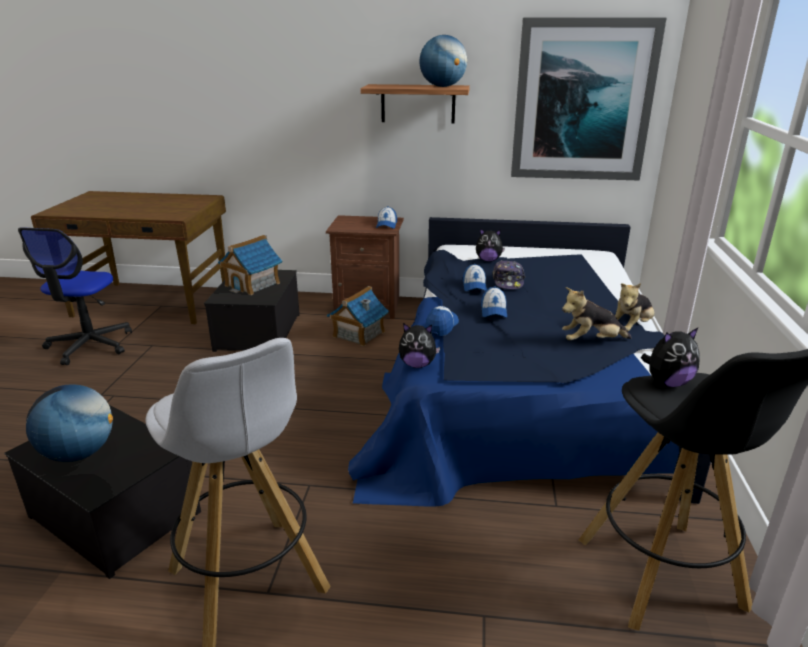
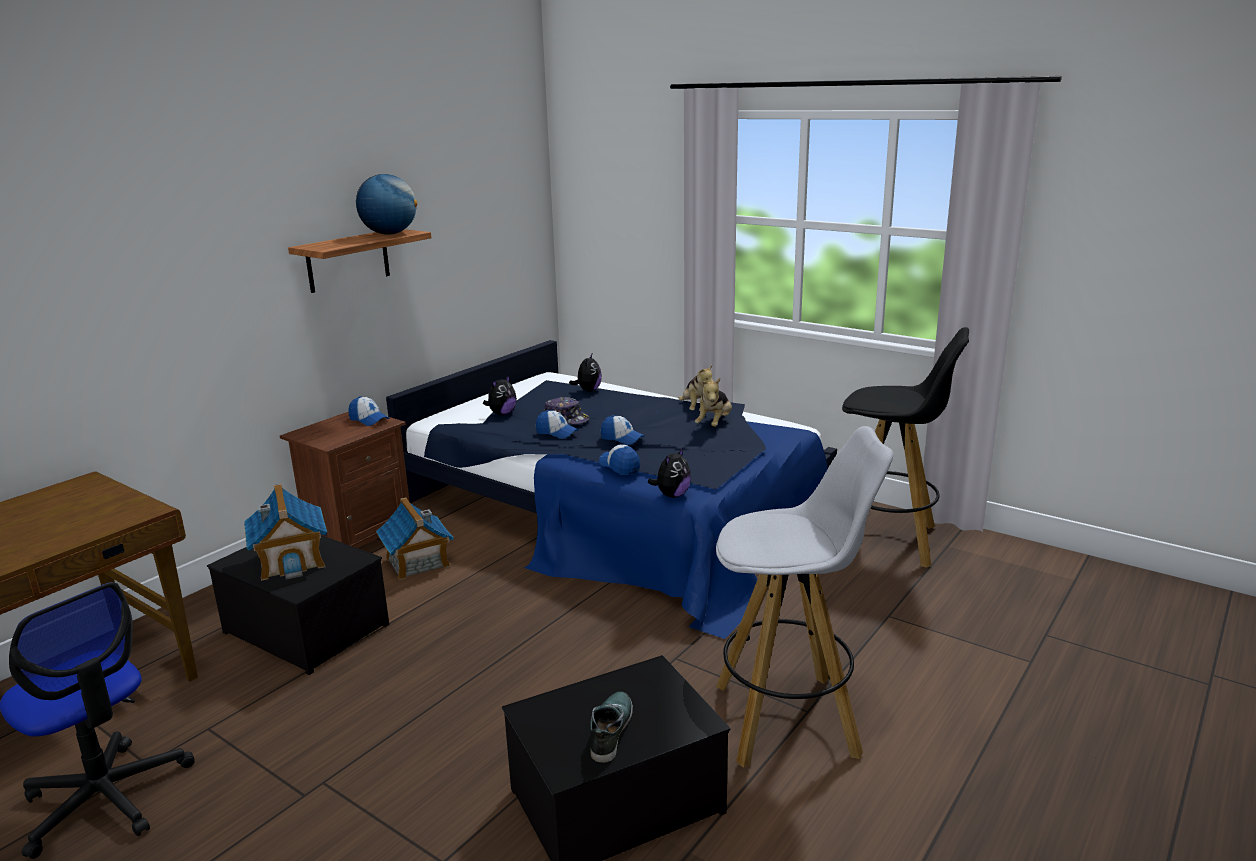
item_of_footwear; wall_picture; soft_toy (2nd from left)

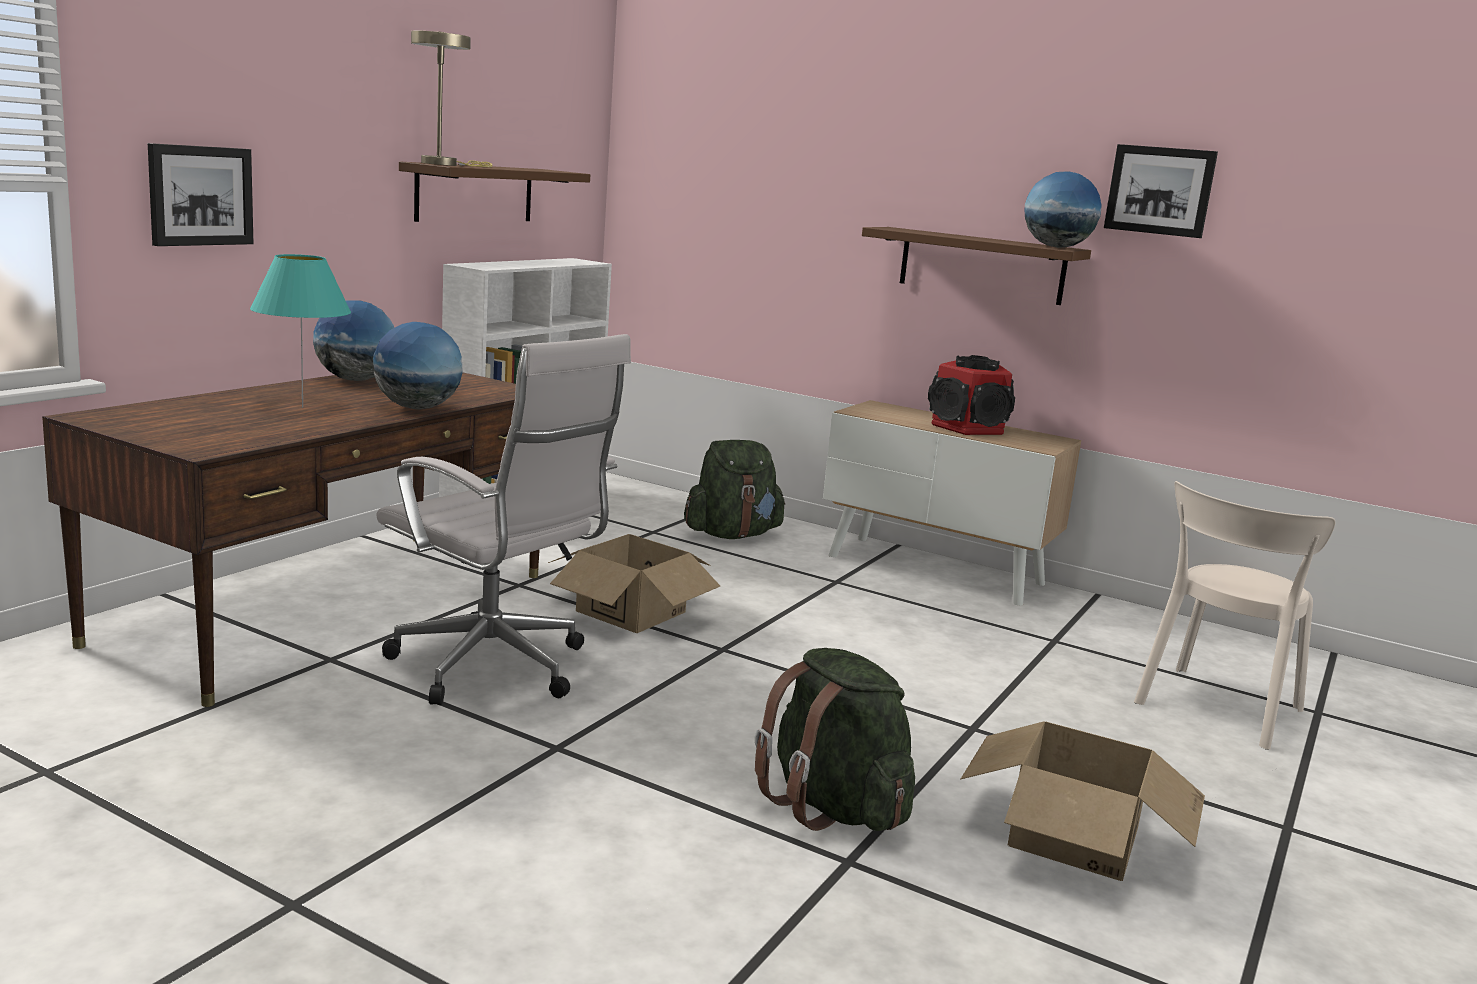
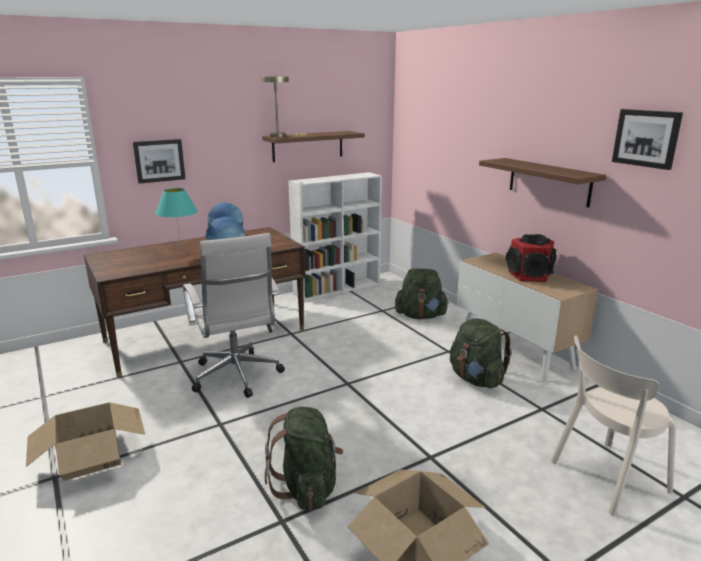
cardboard_box (1st from left); desk_globe (3rd from left in the first image); green_rucksack (3rd from left)

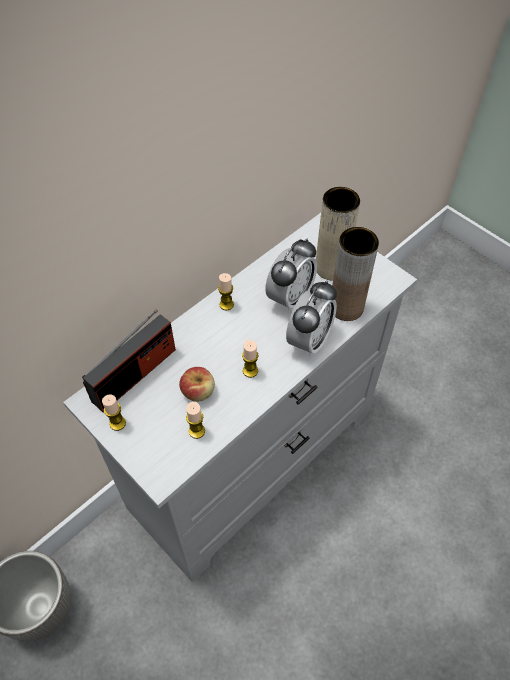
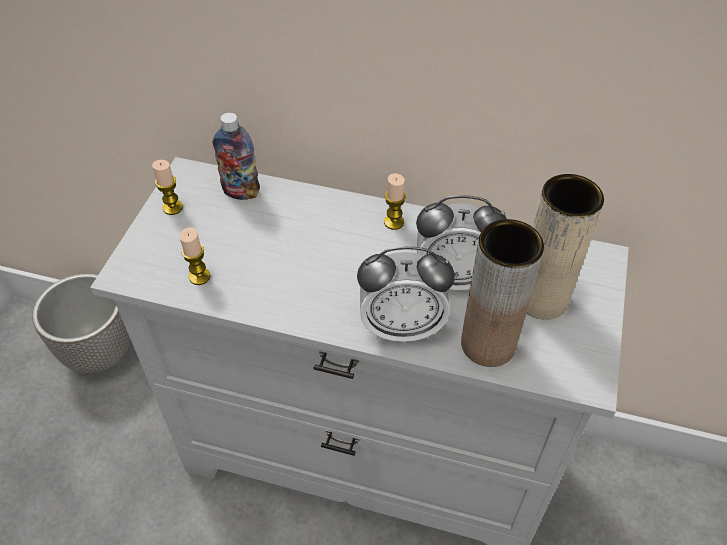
drink_bottle; apple_fruit; candle (4th from left in the first image)

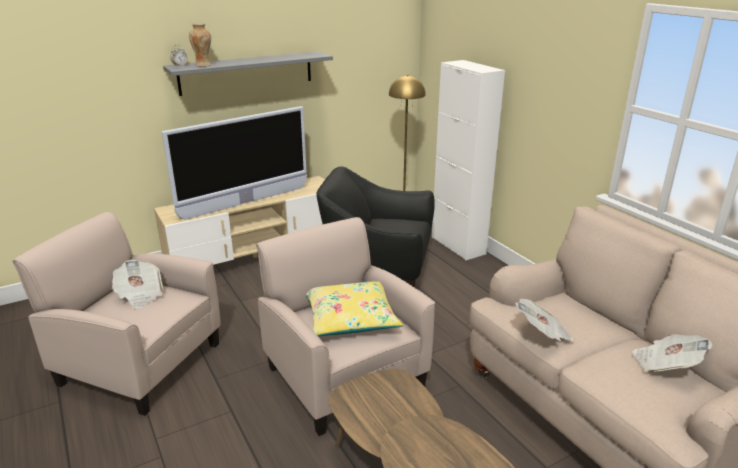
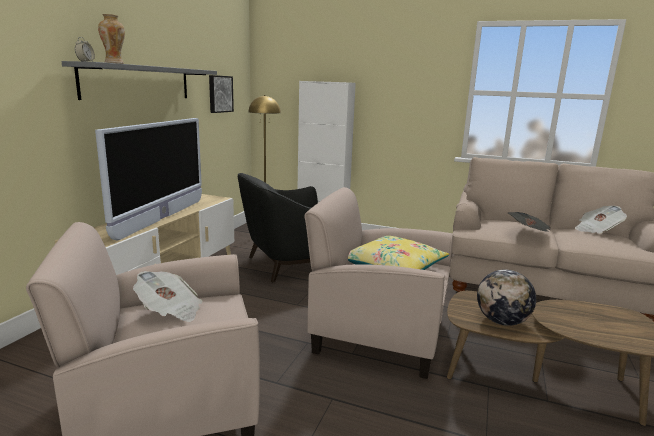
wall_picture; desk_globe

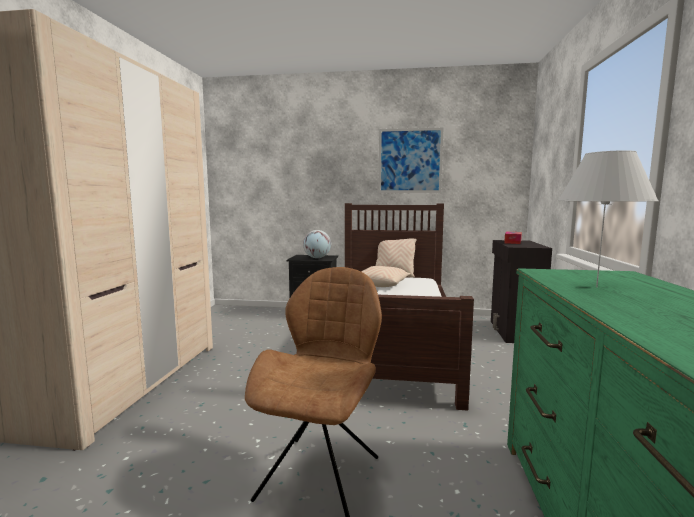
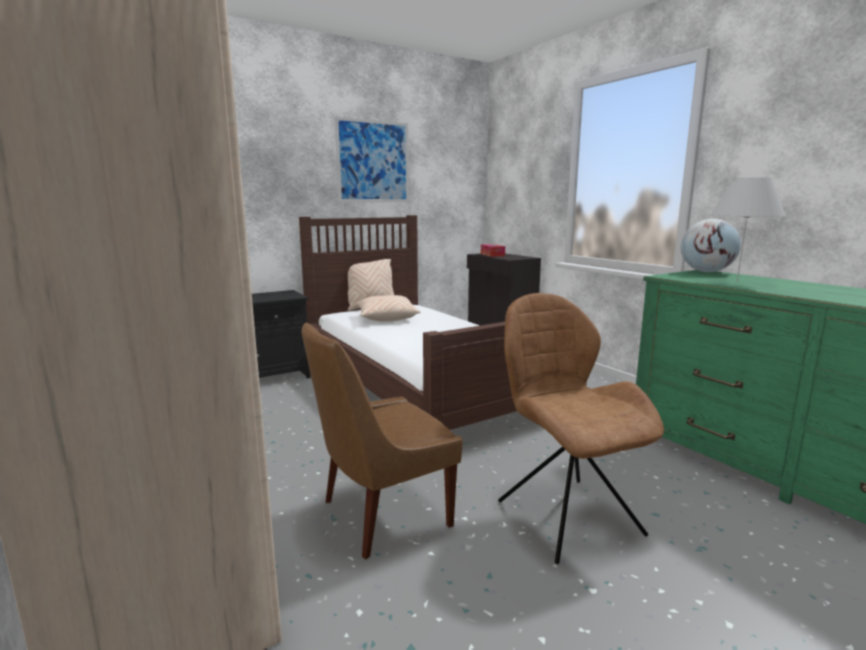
desk_globe; brown-coloured_chair (1st from left)

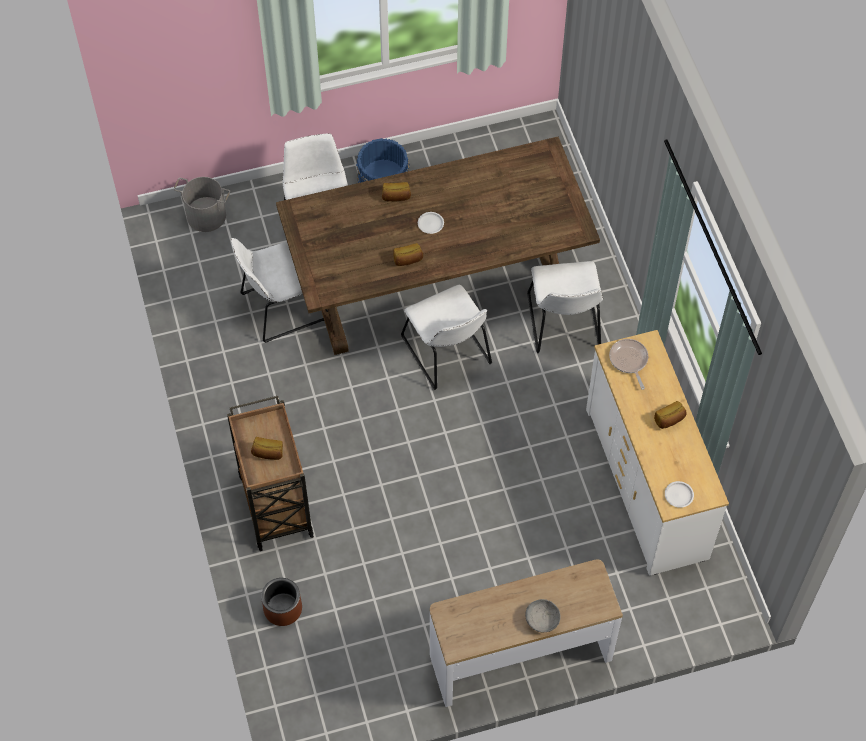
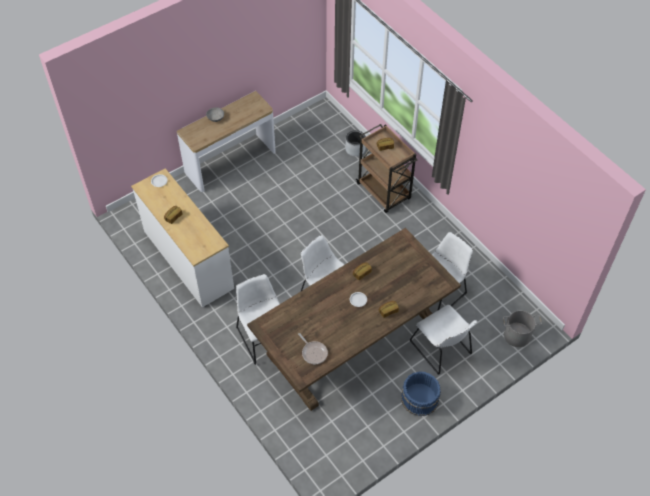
greyish_planter; pan

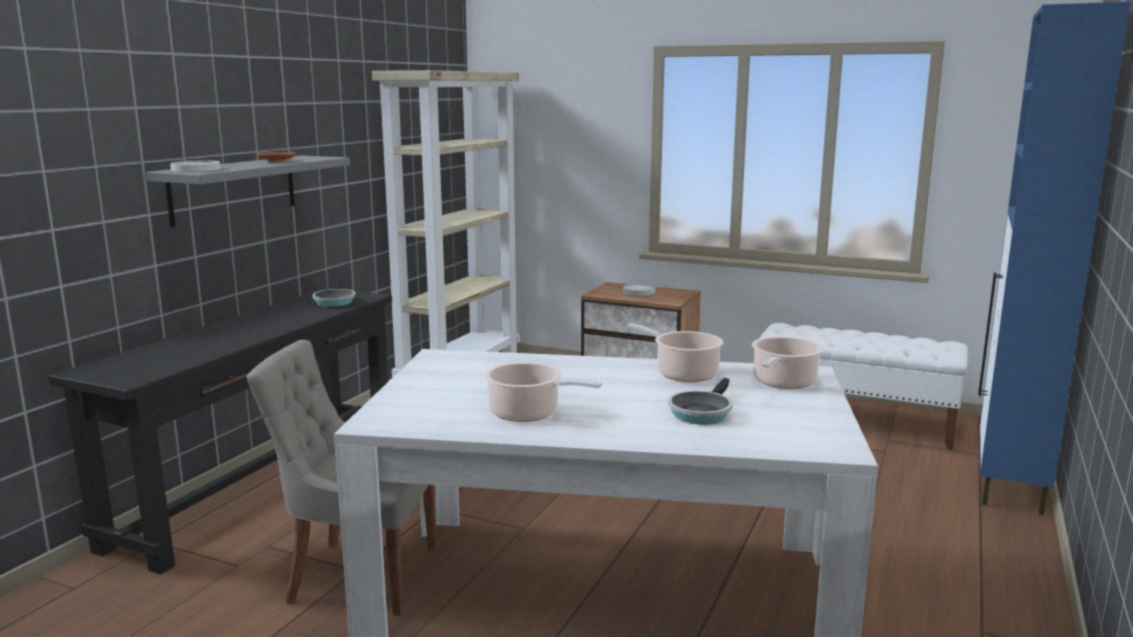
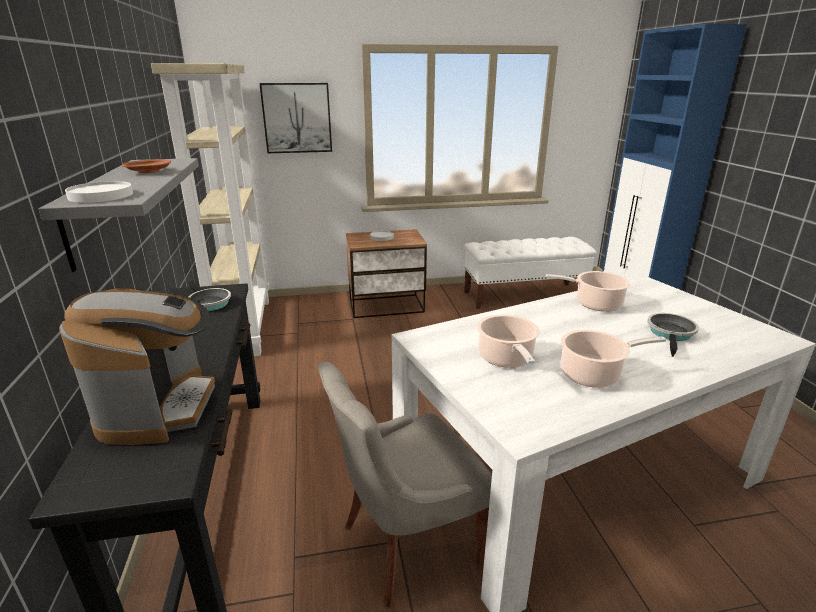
pan (2nd from left); stockpot (1st from left); coffee_machine; wall_picture

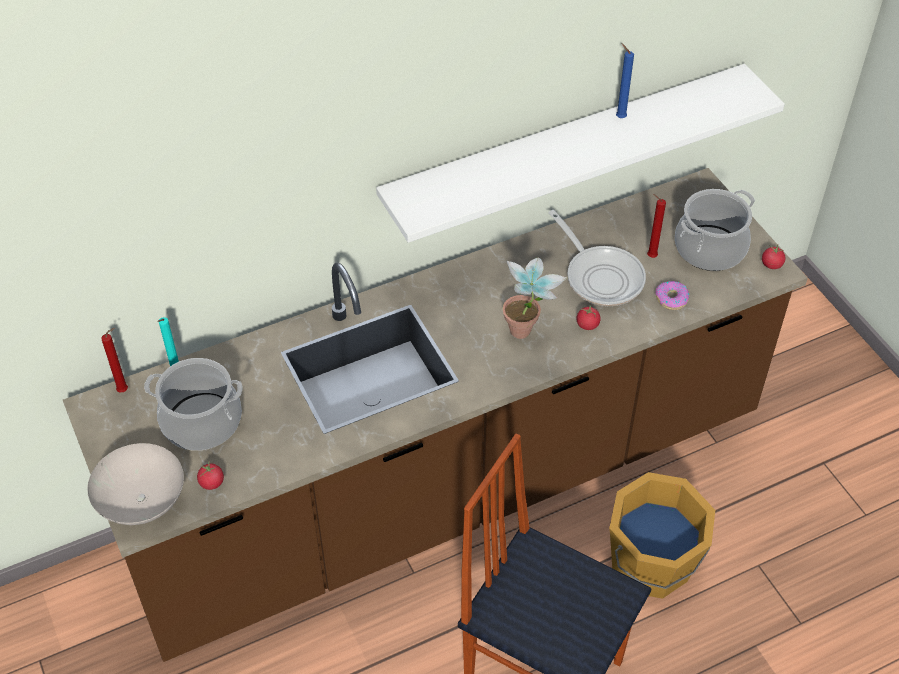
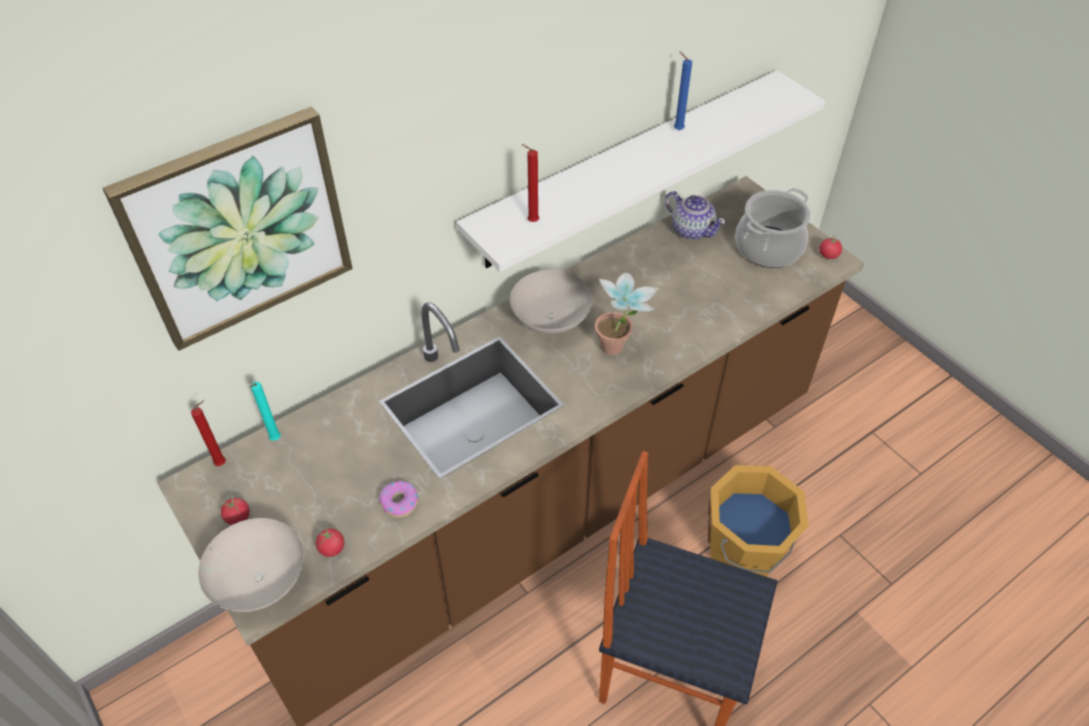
stockpot (1st from left in the first image); pan; tomato (1st from left); red-coloured_candle (2nd from left); doughnut; wall_picture; whitish_deep_dish (2nd from left); pot_for_tea

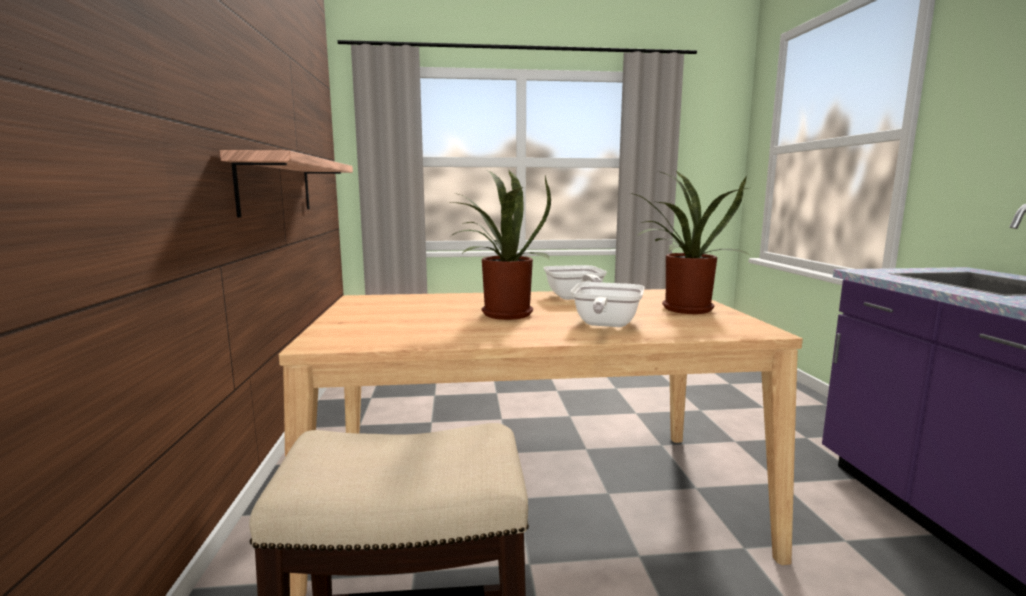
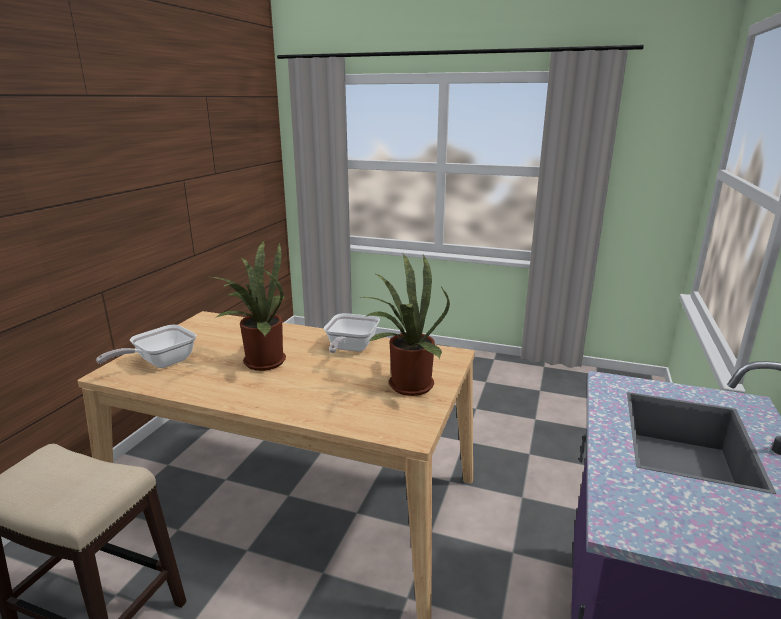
shelf; pan (1st from left)

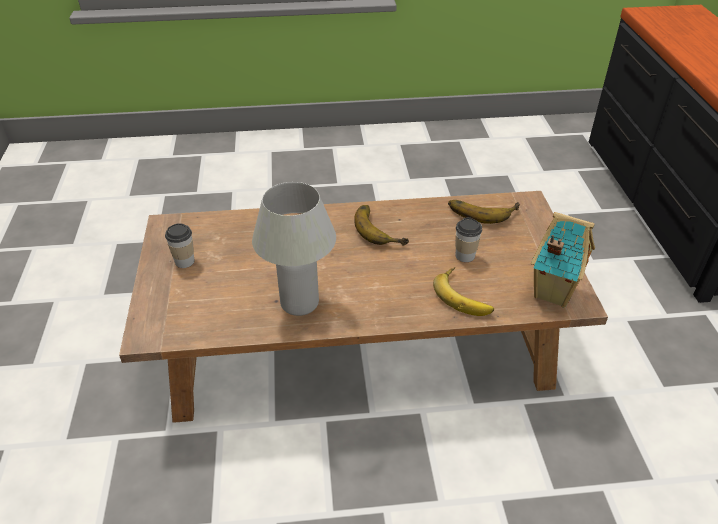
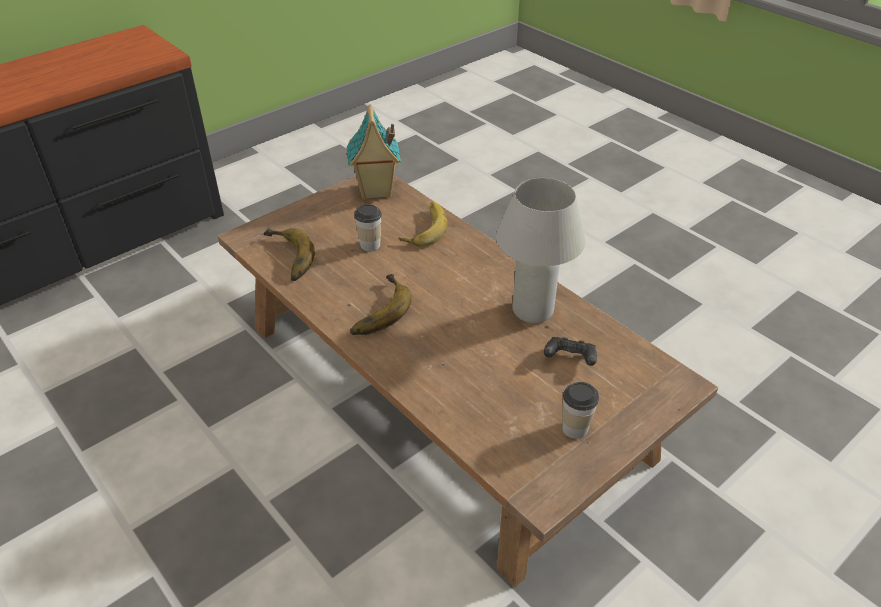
black-coloured_gamepad

